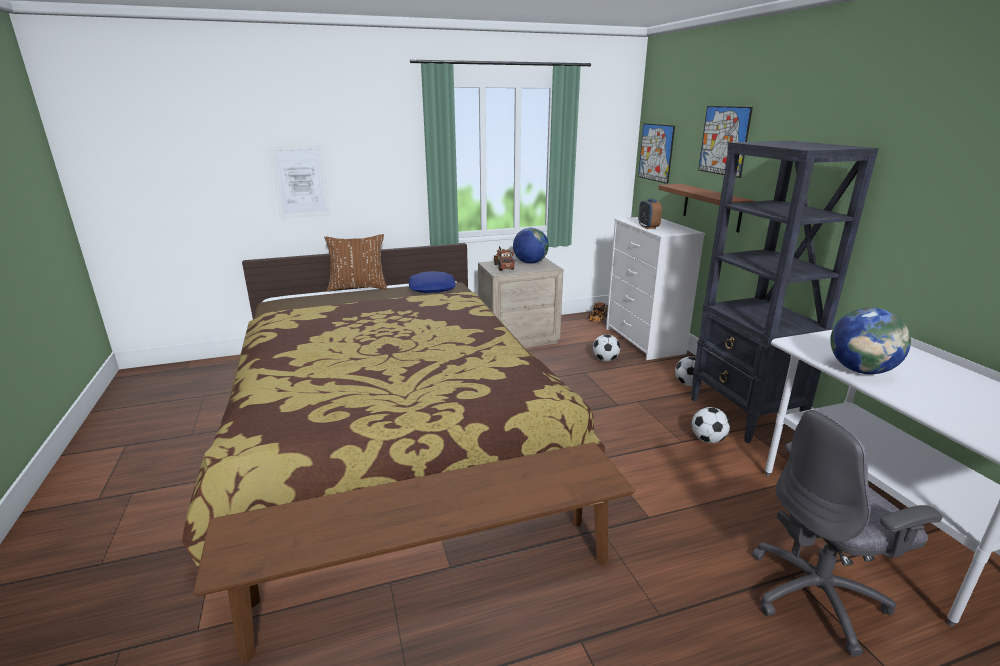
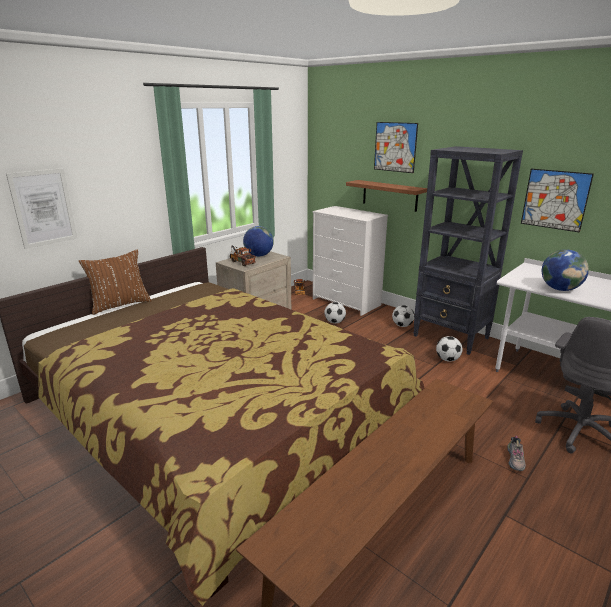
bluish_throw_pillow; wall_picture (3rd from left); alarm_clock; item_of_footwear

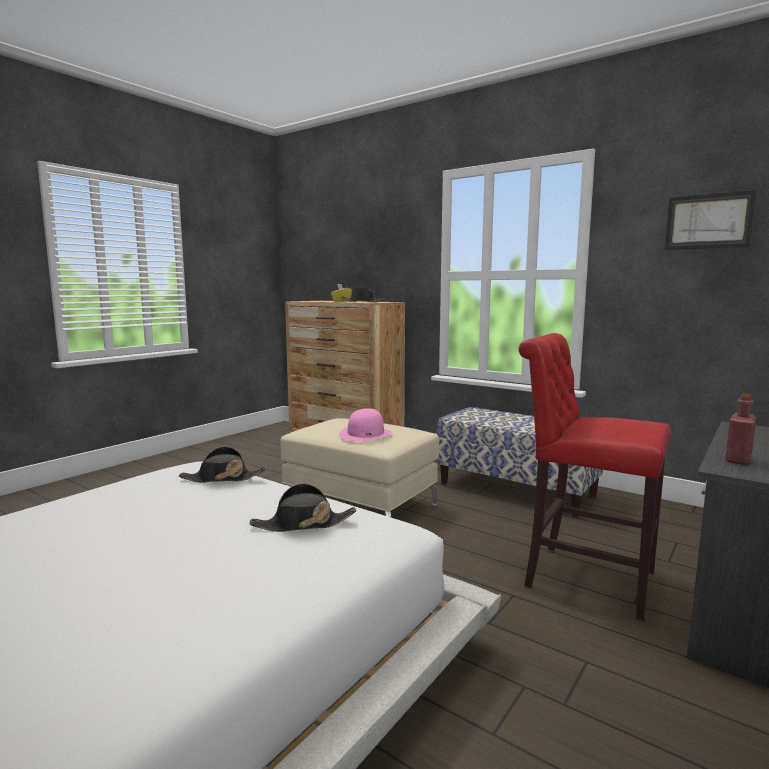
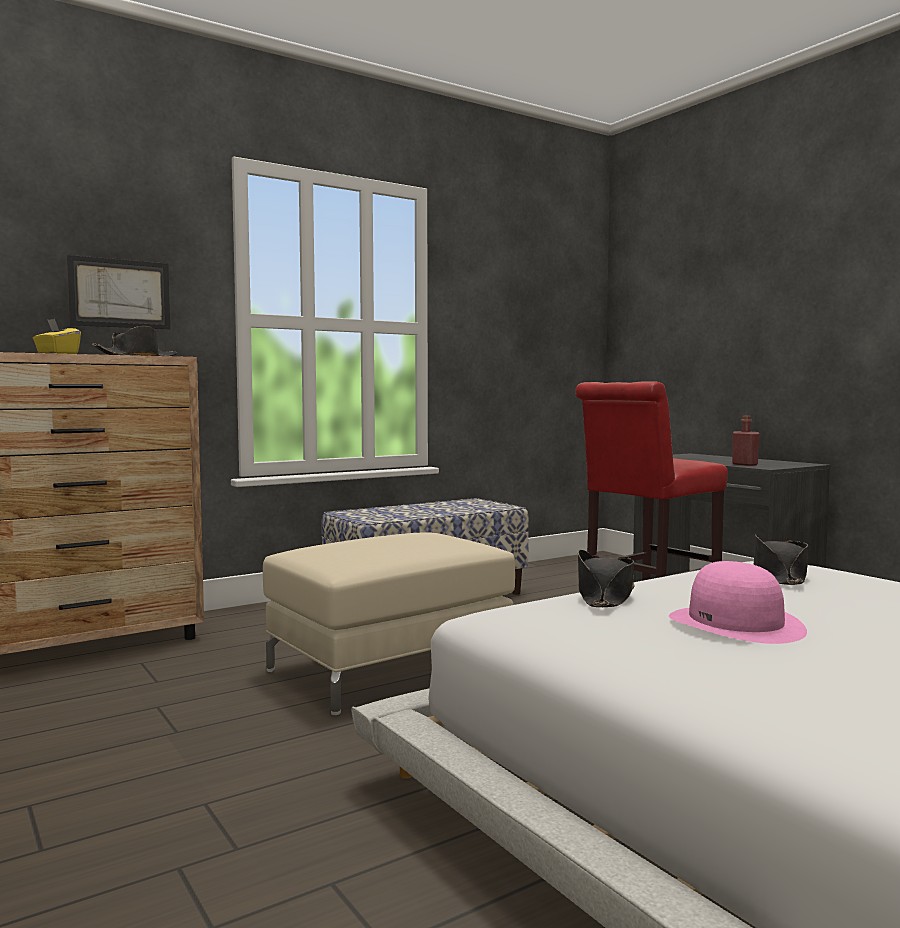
pink_clothing_hat; wall_picture

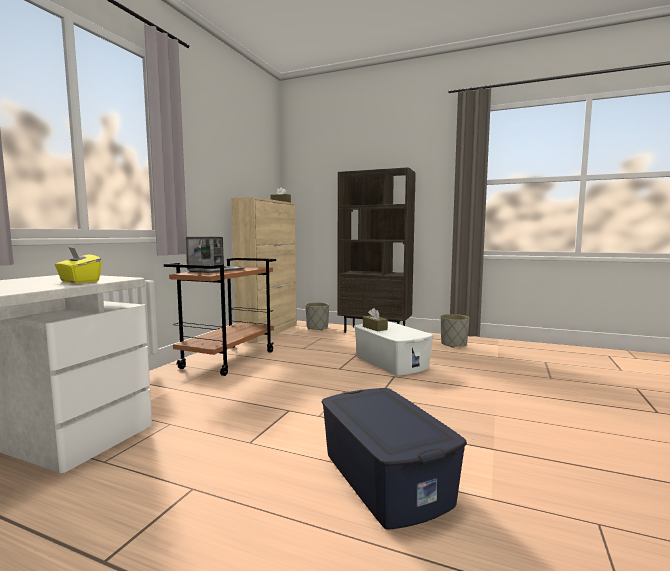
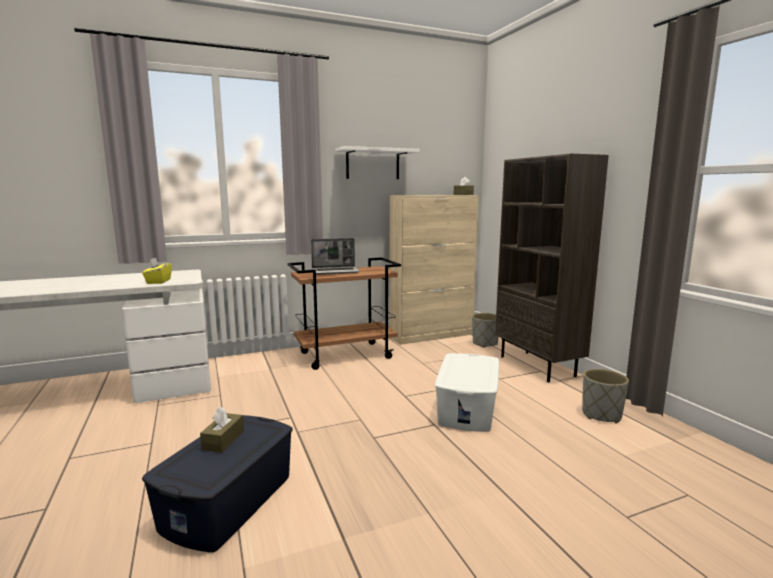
brown-coloured_tissue_holder (1st from left); whitish_shelf

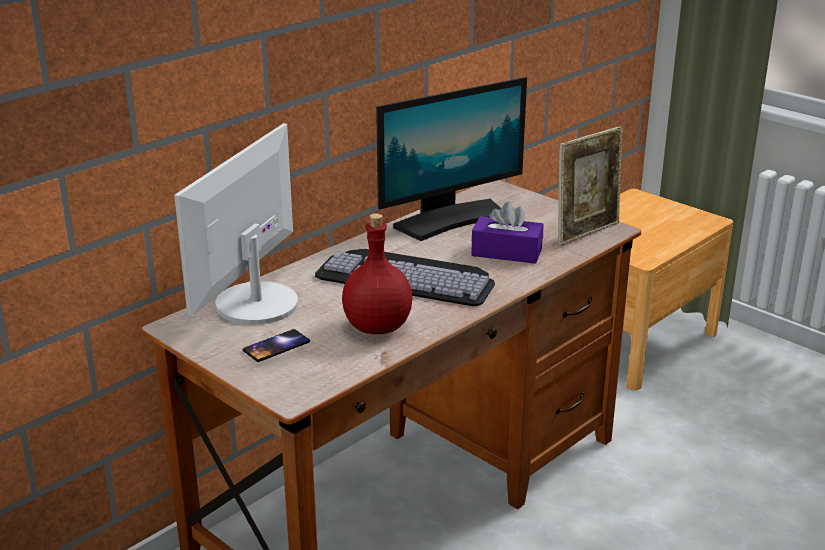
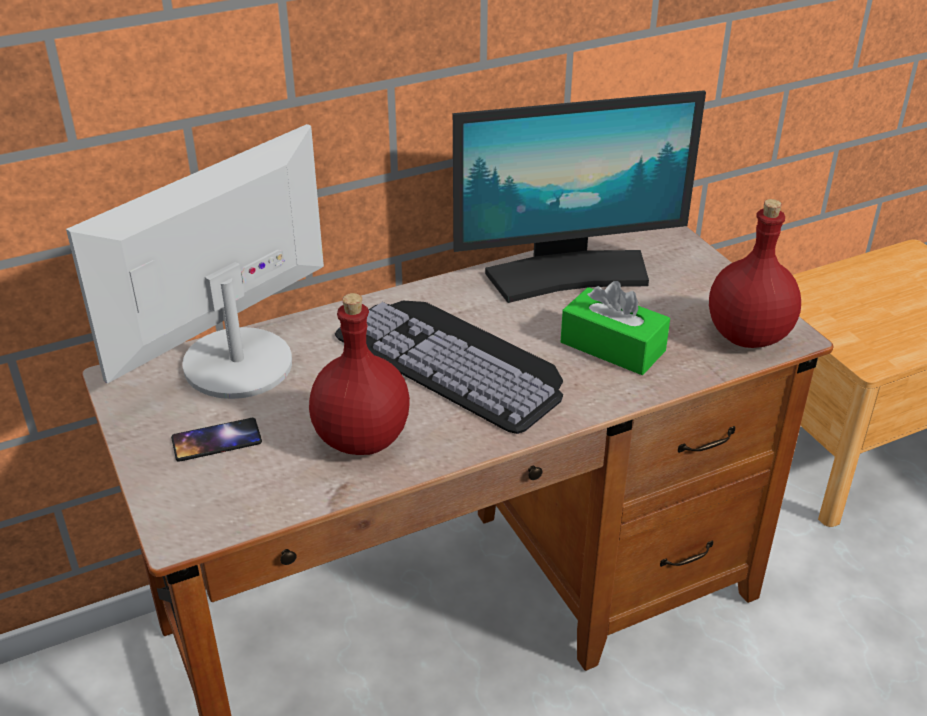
green_tissue_holder; red-coloured_drink_bottle (2nd from left)

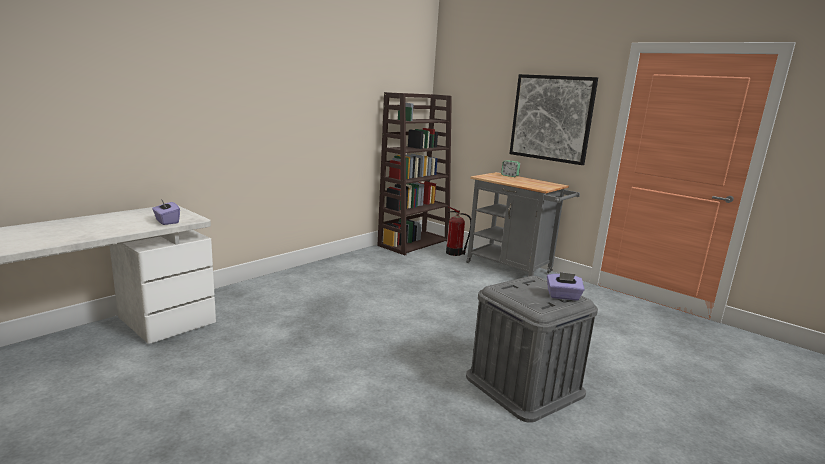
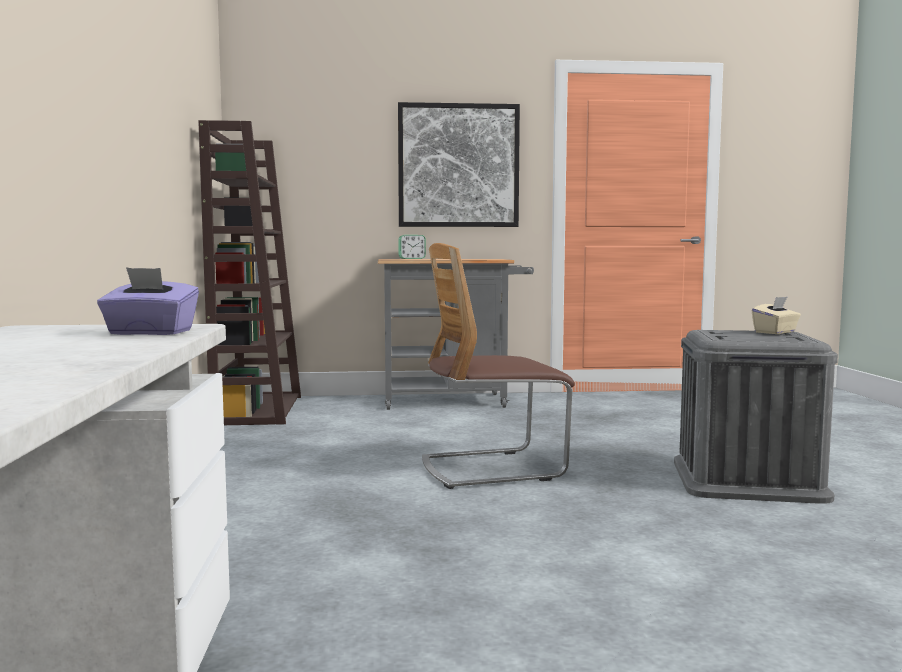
fire-fighting_cylinder; sand-coloured_tissue_holder; chair

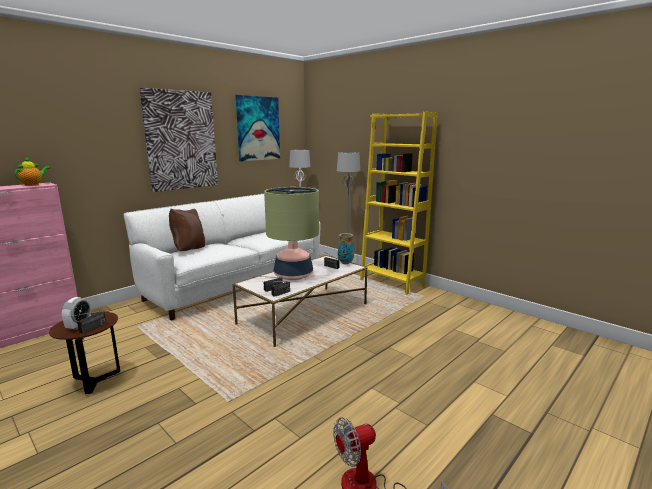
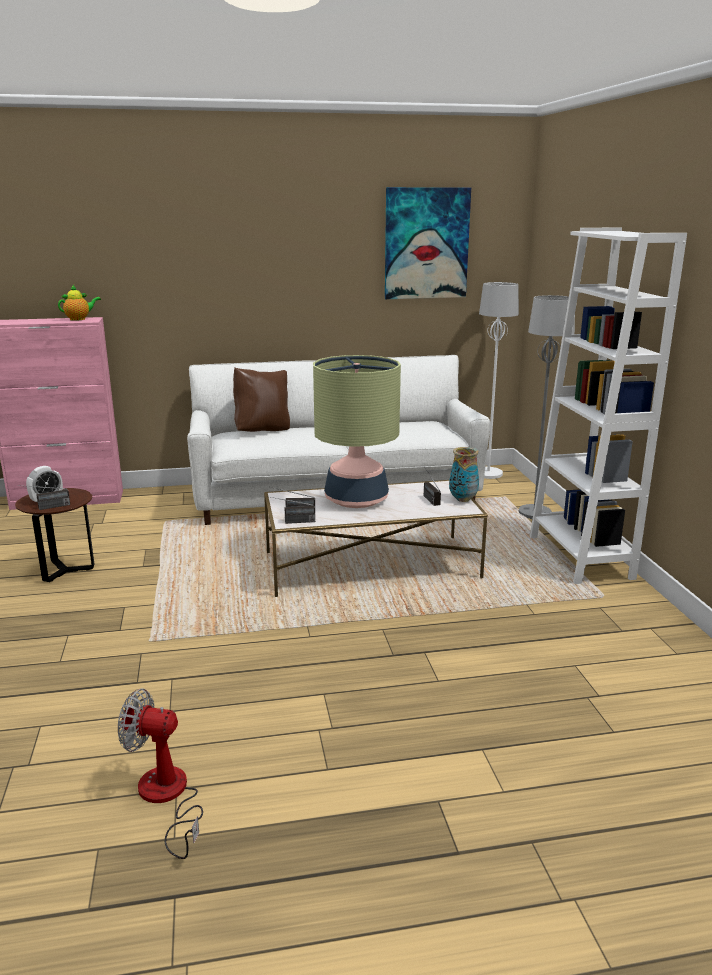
wall_picture (1st from left in the first image); whitish_shelving_unit

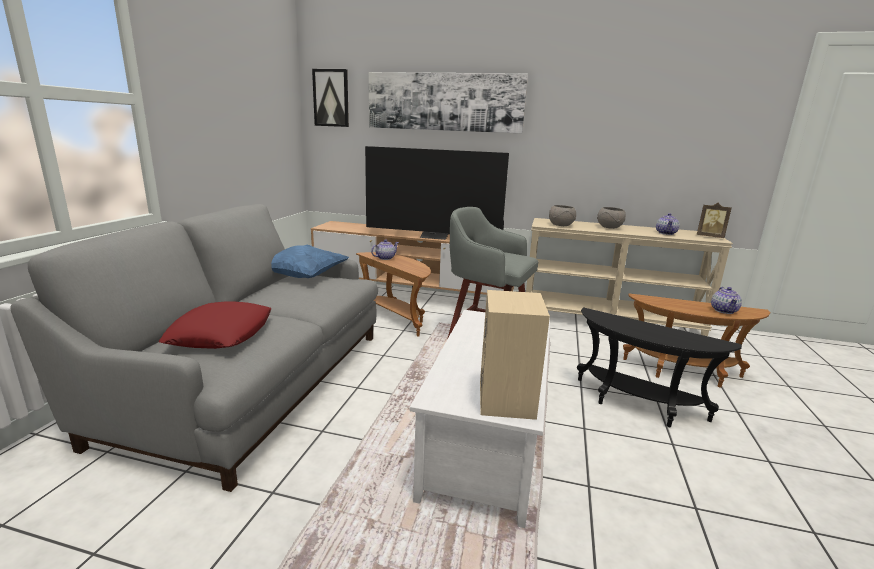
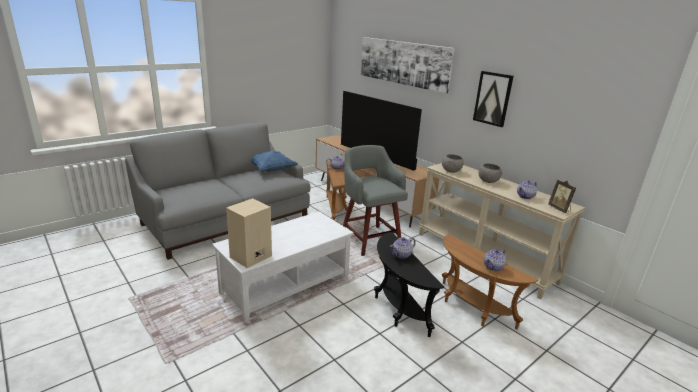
red-coloured_throw_pillow; wall_picture (2nd from left); pot_for_tea (2nd from left)

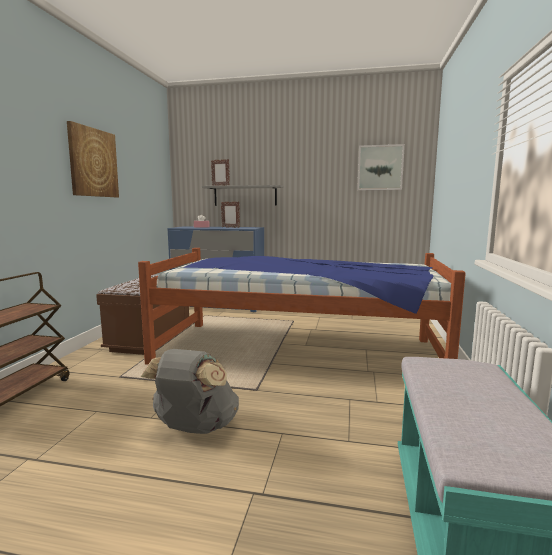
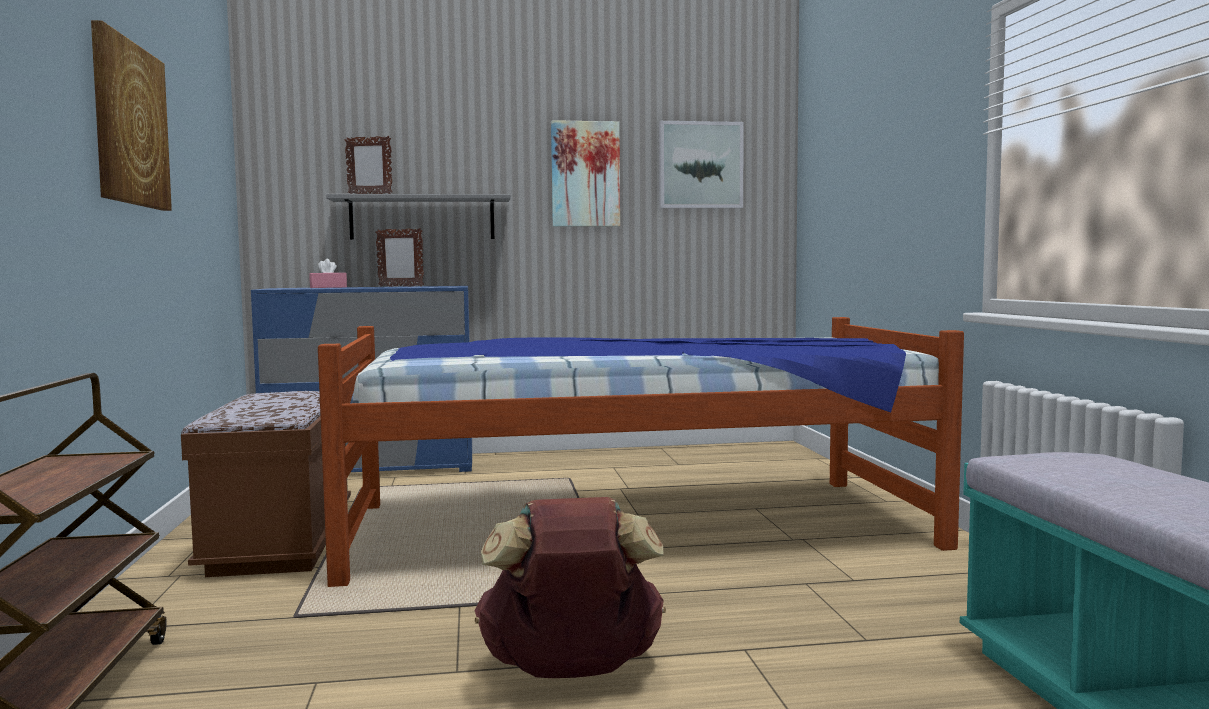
brown-coloured_rucksack; wall_picture (2nd from left)

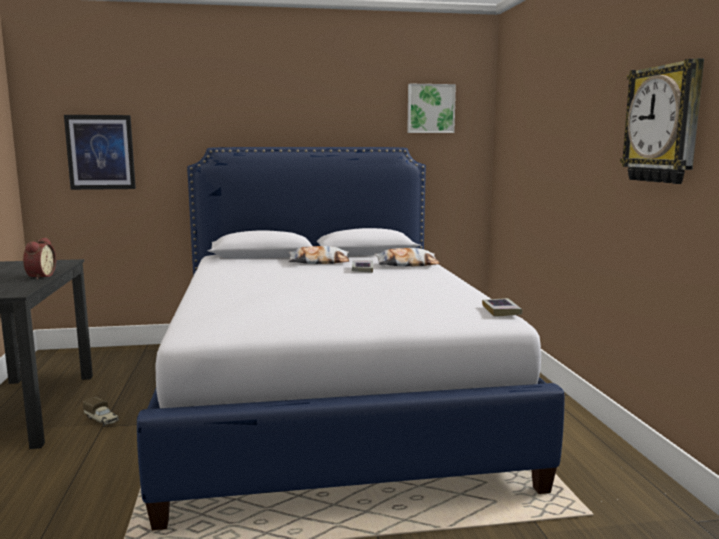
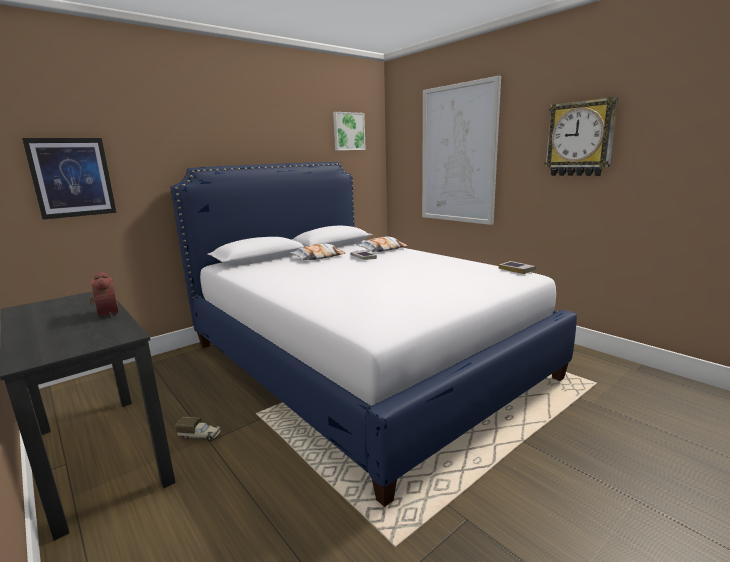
wall_picture (3rd from left)

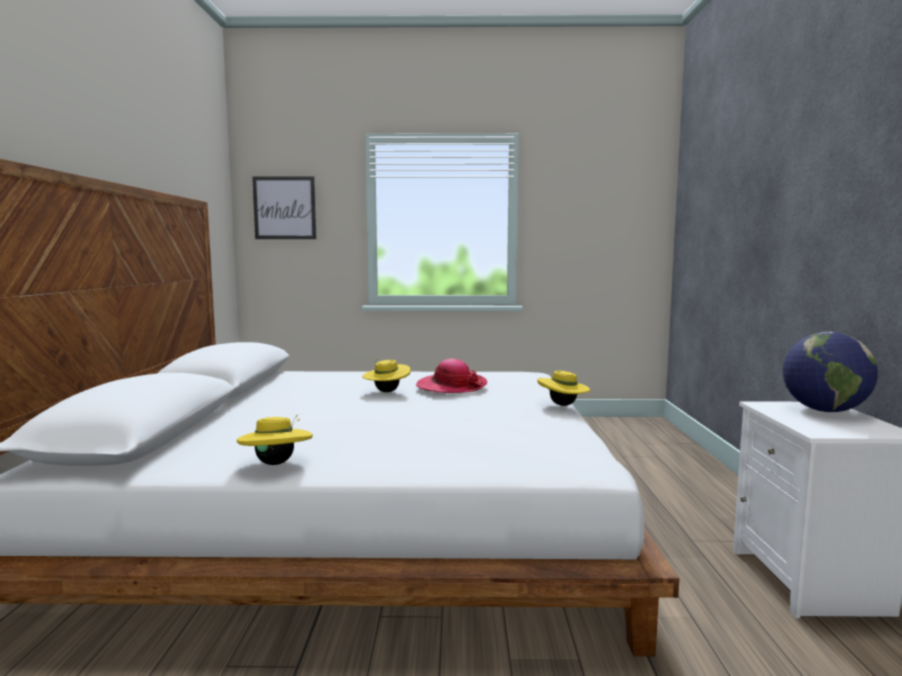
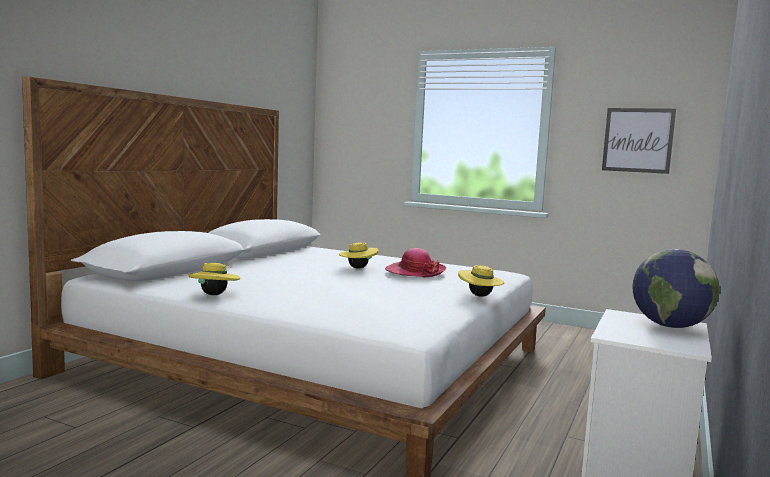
wall_picture

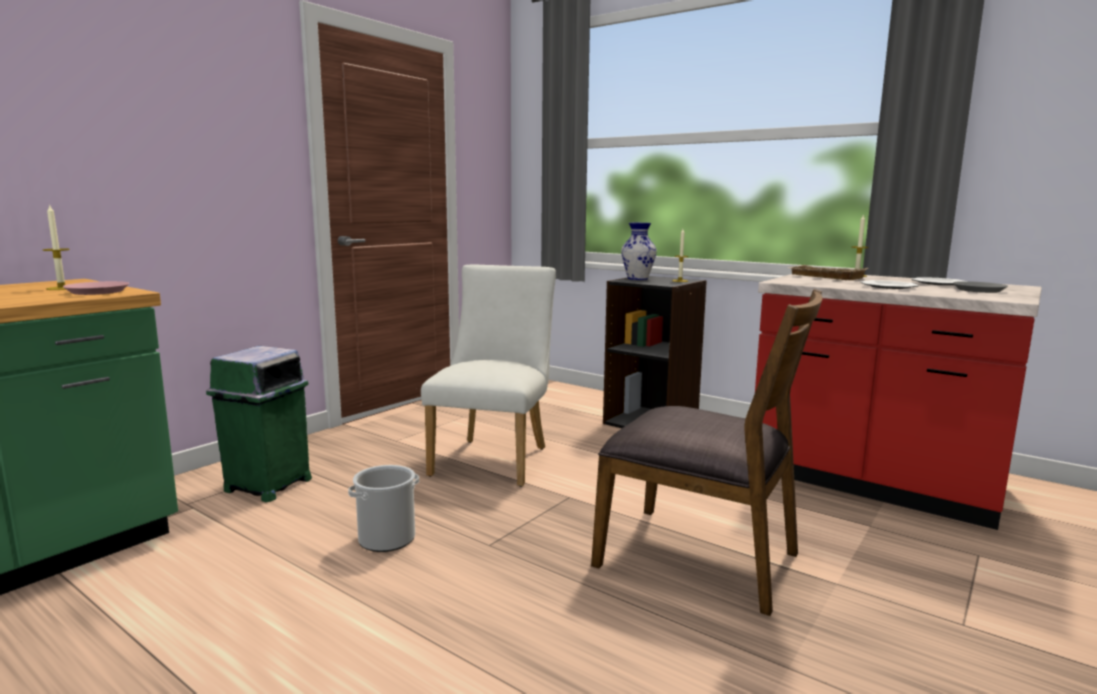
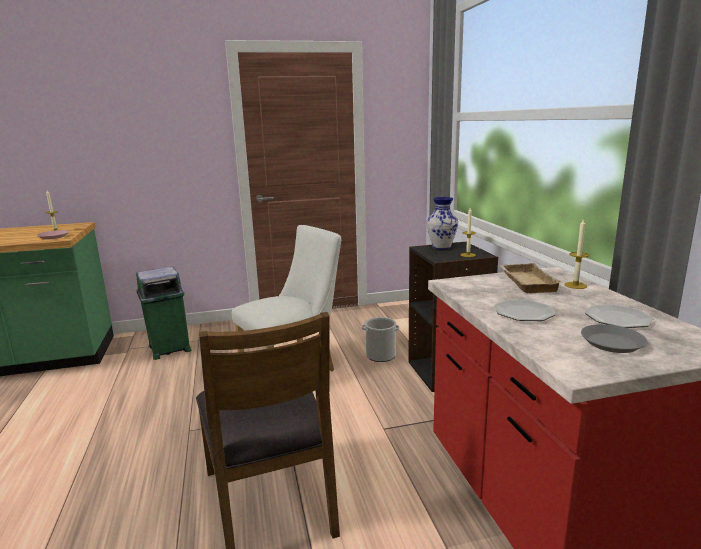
water_bucket

